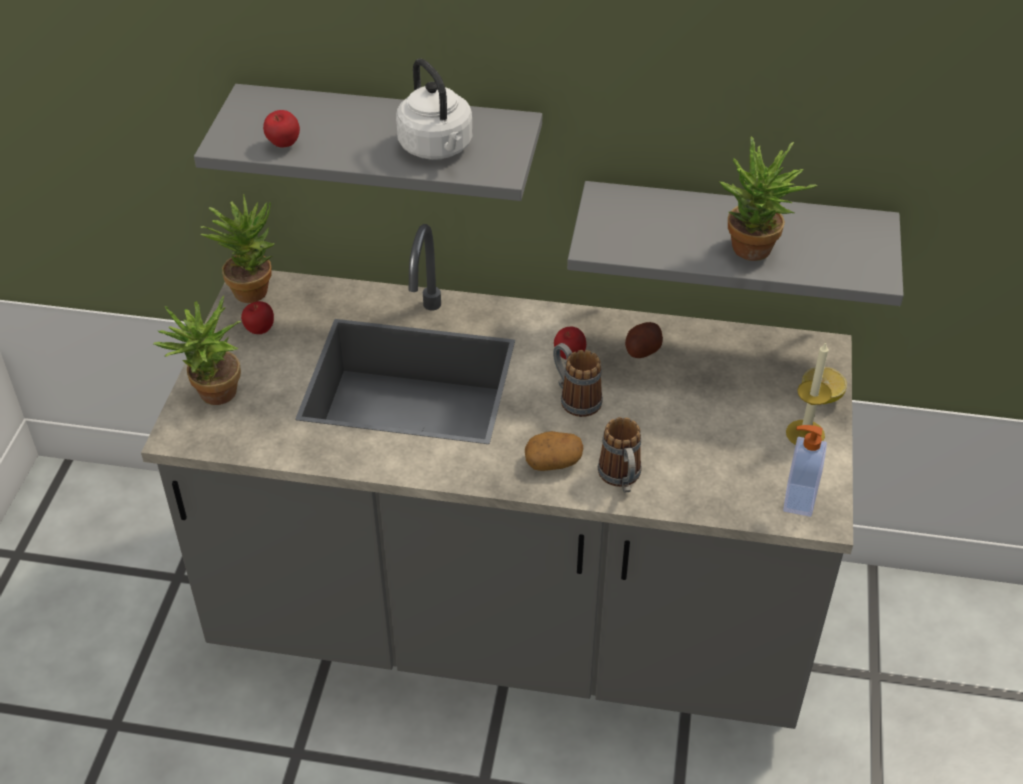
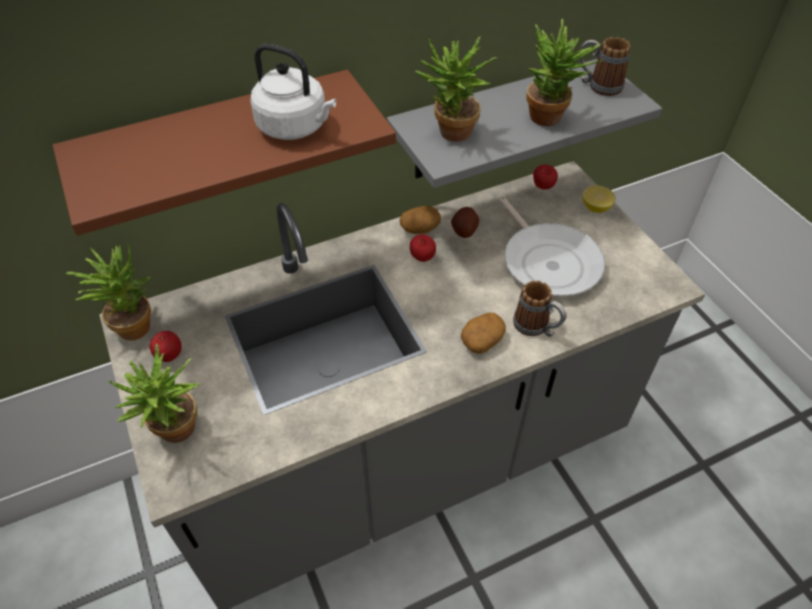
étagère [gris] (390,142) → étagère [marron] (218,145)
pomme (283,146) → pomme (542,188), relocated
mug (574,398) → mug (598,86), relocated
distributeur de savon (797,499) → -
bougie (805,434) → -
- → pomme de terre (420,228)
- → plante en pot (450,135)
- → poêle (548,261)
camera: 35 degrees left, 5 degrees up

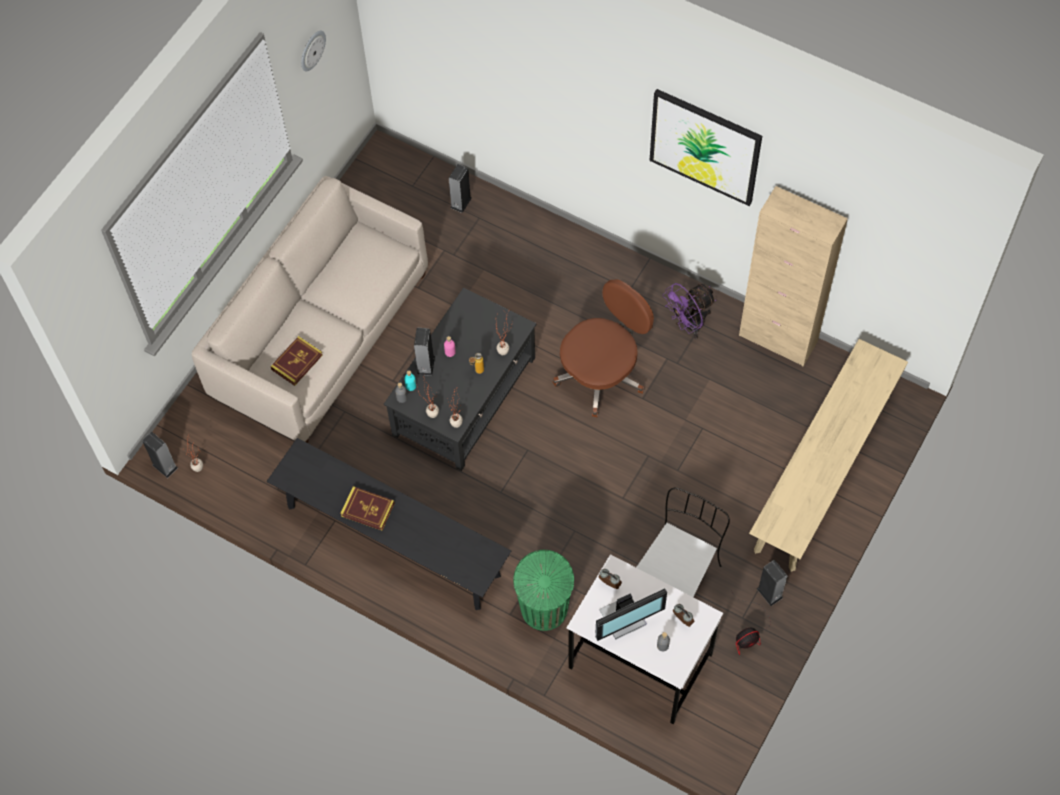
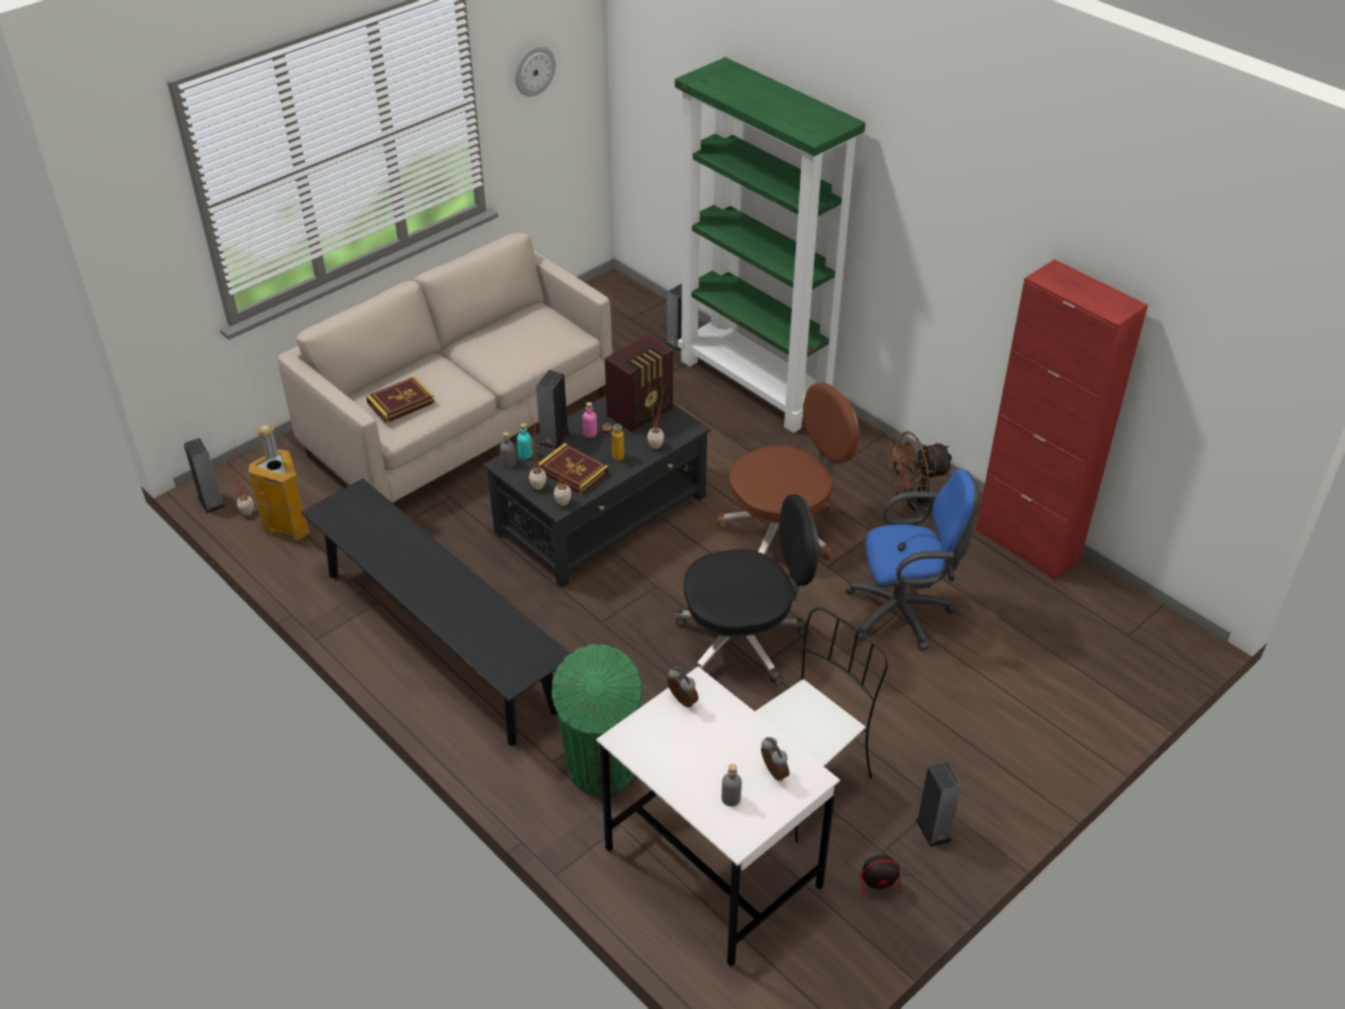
livre (367,510) → livre (573,472), relocated
écran d'ordinateur (624,618) → -
tableau (705,146) → -
ventilateur [violet] (688,325) → ventilateur [marron] (912,506)
meuble de rangement [beige] (778,339) → meuble de rangement [rouge] (1027,544)
banc [beige] (822,472) → -
- → poubelle (289,527)
- → radio (641,412)
- → bibliothèque [vert] (756,385)
- → chaise de bureau [noir] (743,641)
- → chaise de bureau [bleu] (904,613)
camera: 15 degrees right, 20 degrees down

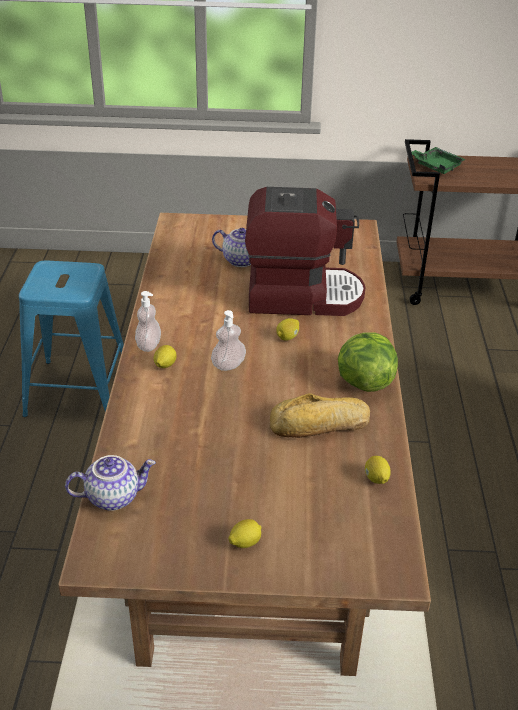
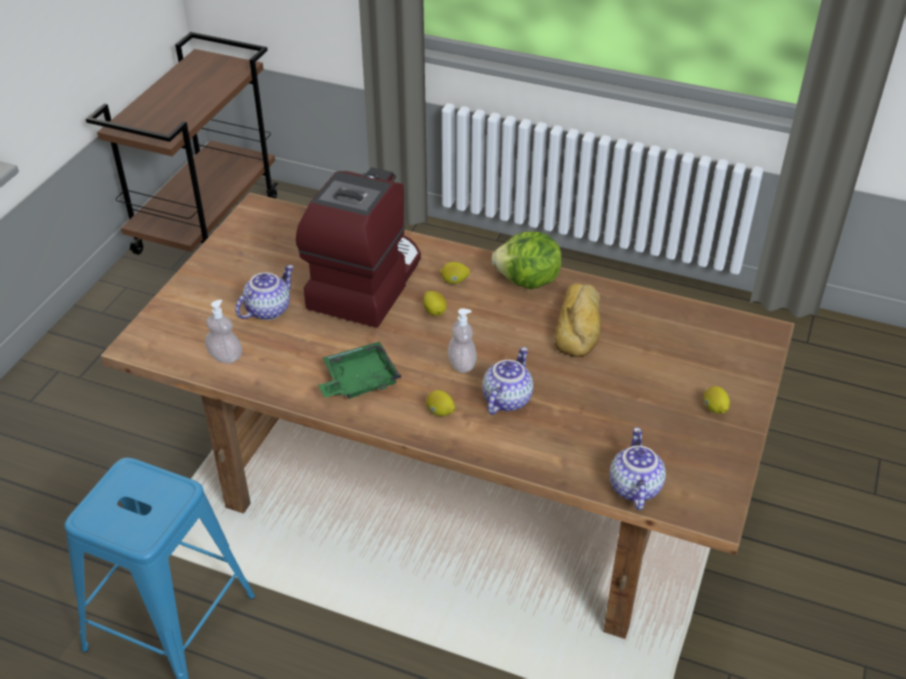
distributeur de savon (148,345) → distributeur de savon (225,357), relocated
citron (376,479) → citron (454,281), relocated
plateau [vert] (436,166) → plateau [vert] (359,380), relocated
- → théière (506,399)
camera: 70 degrees left, 5 degrees up

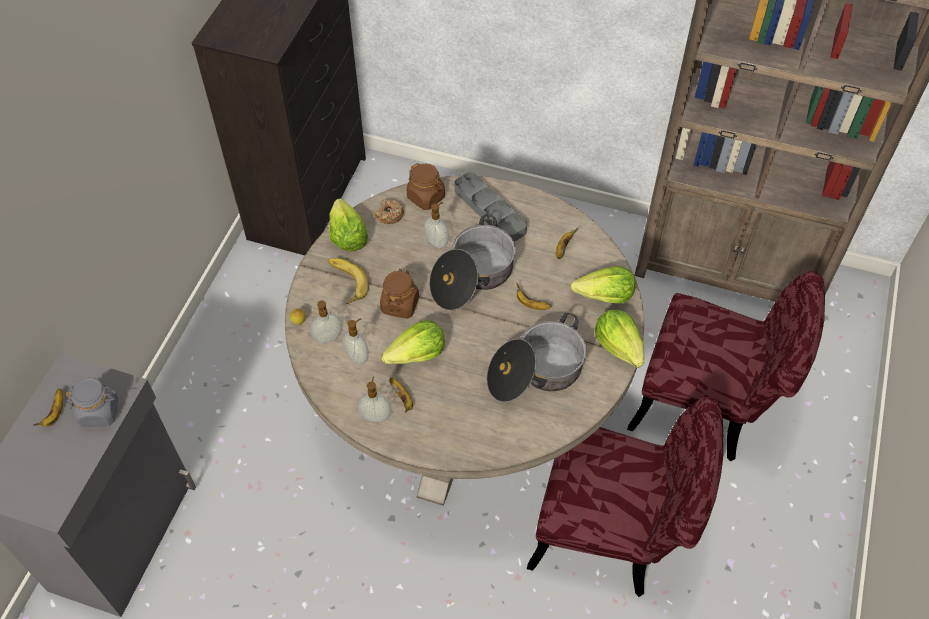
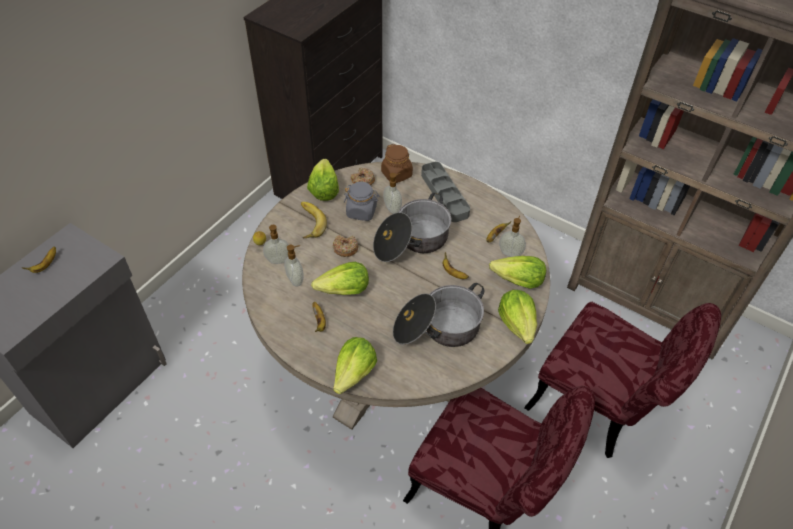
bocal [gris] (100,412) → bocal [gris] (361,211), relocated
distributeur de savon (375,416) → distributeur de savon (510,253), relocated
bocal [marron] (400,304) → beignet (345,248)
- → laitue (354,373)
camera: 15 degrees right, 5 degrees down

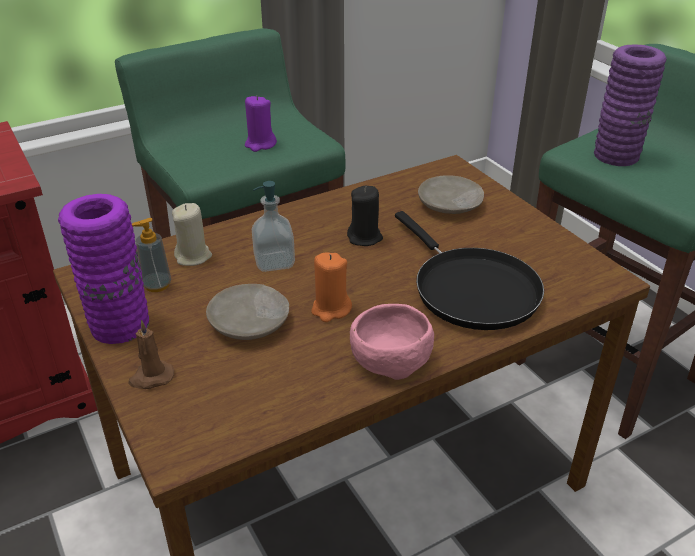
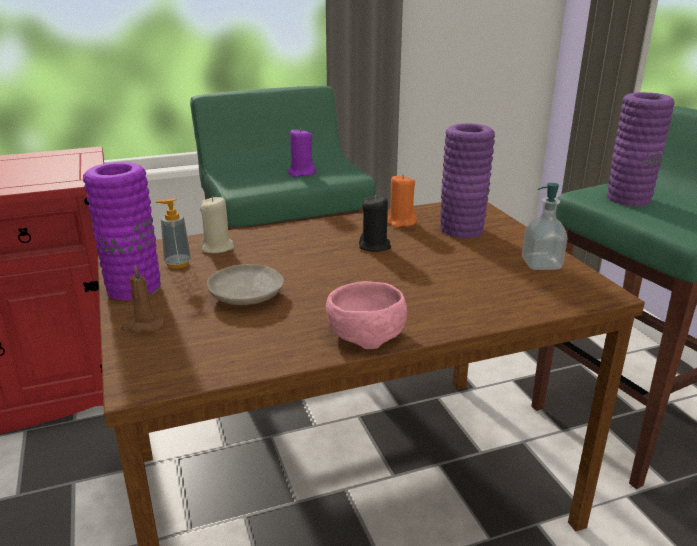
distributeur de savon (274,262) → distributeur de savon (541,264), relocated
bougie [orange] (331,309) → bougie [orange] (400,222), relocated
poêle [noir] (471,289) → -
assiette [beige] (450,205) → vase [violet] (461,229)
camera: 10 degrees right, 10 degrees down

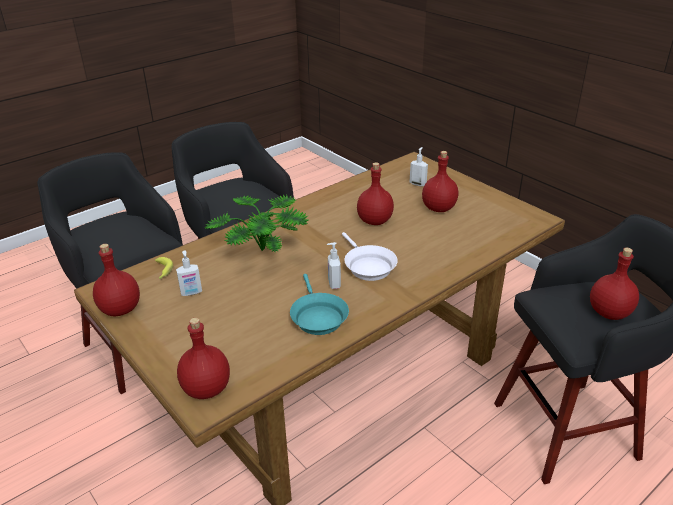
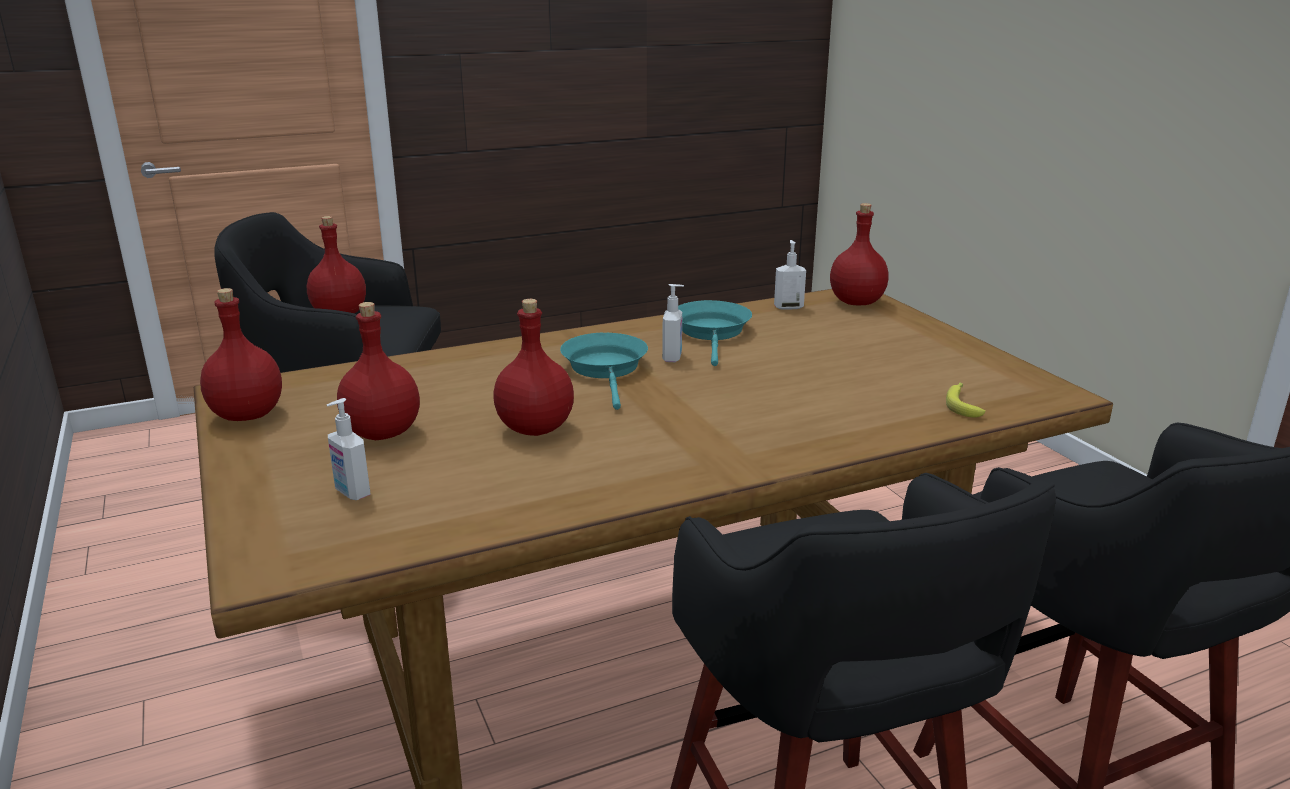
bouteille [rouge] (120,309) → bouteille [rouge] (247,415), relocated
distributeur de savon (191,293) → distributeur de savon (788,307), relocated
plante en pot (261,253) → -
poêle [blanc] (367,266) → poêle [turquoise] (606,369)
camera: 165 degrees left, 10 degrees down

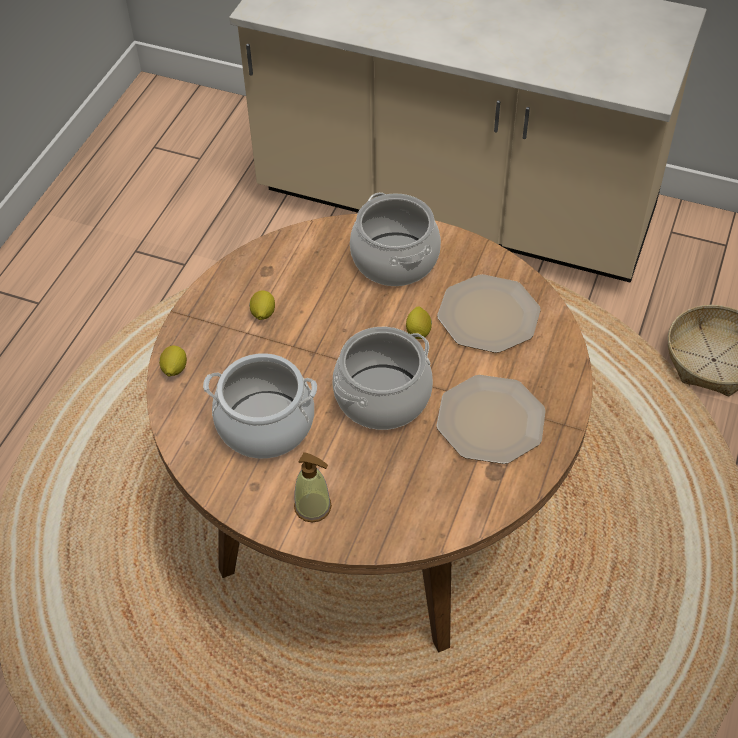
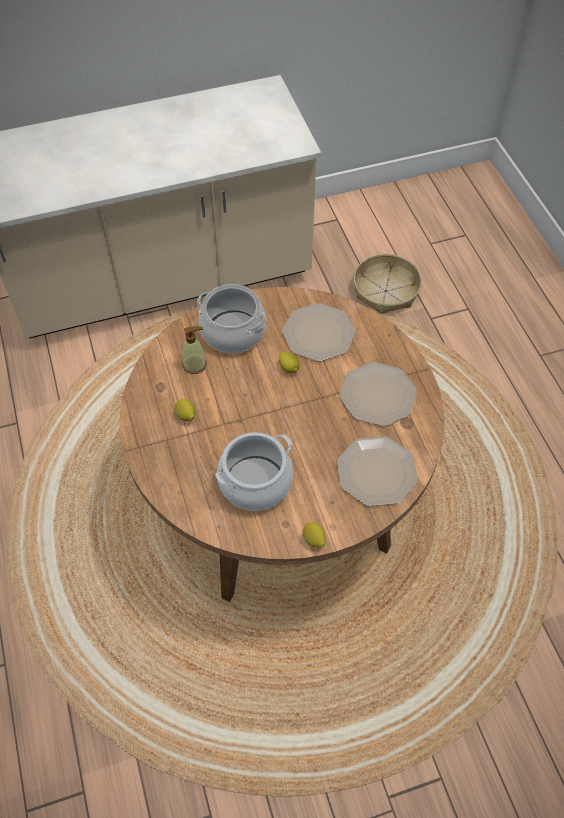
citron (174,369) → citron (313,540), relocated
distributeur de savon (313,507) → distributeur de savon (194,364), relocated
marmite (382,396) → -
- → assiette (377,472)
camera: 40 degrees left, 5 degrees up

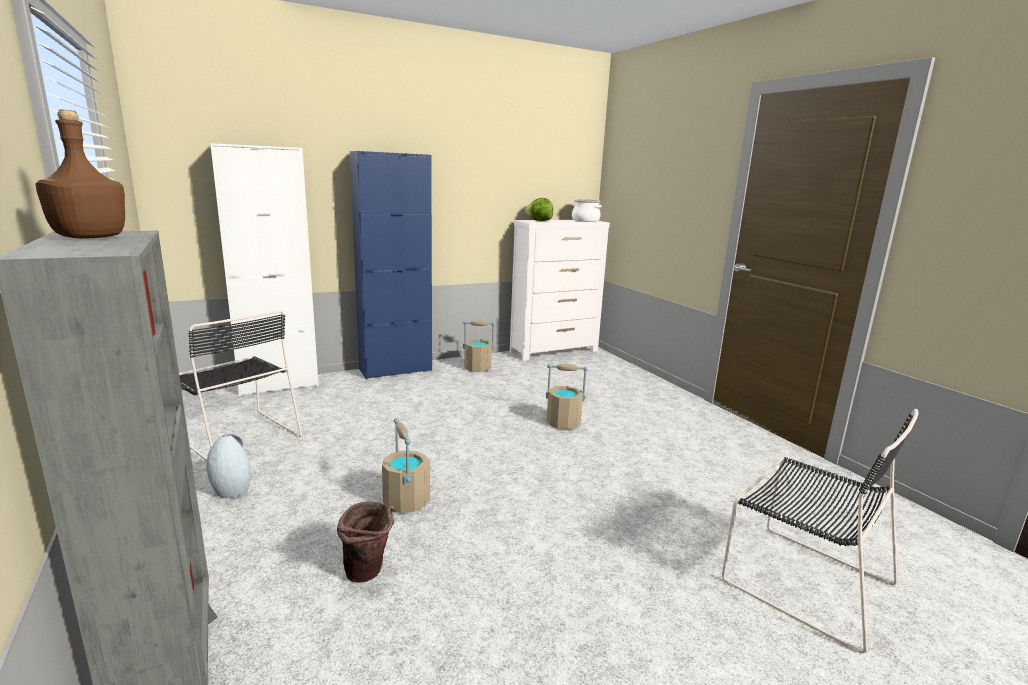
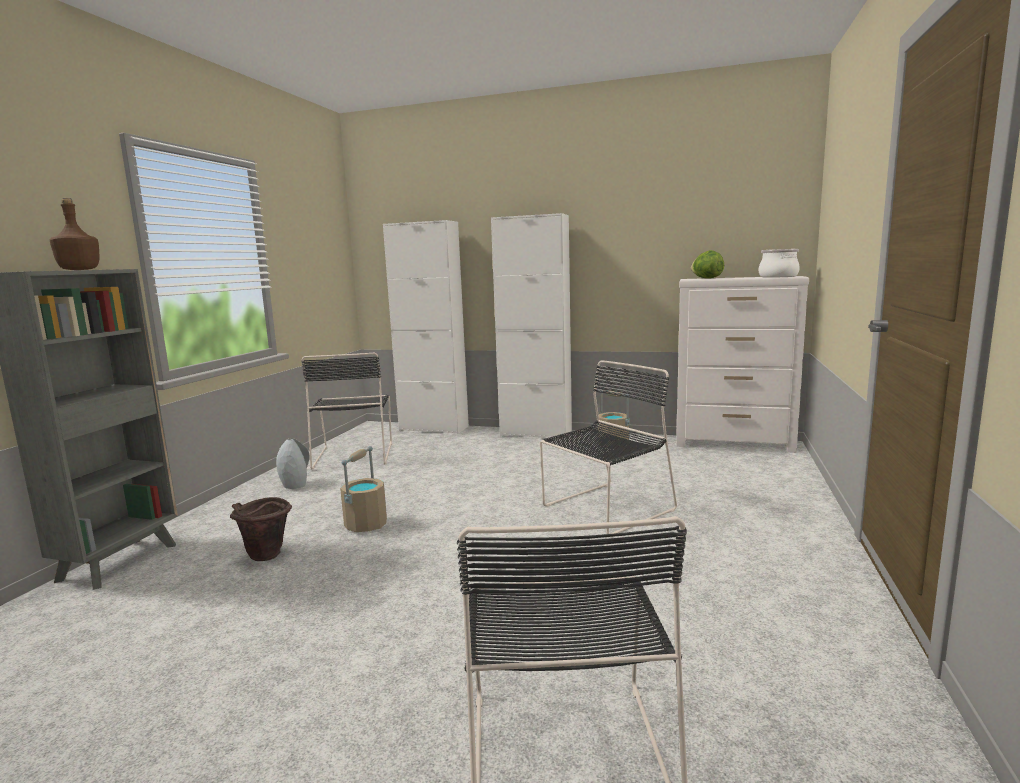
meuble de rangement [bleu] (395,370) → meuble de rangement [blanc] (536,433)
seau [beige] (563,423) → chaise [noir] (605,509)
camera: 45 degrees right, 5 degrees down

